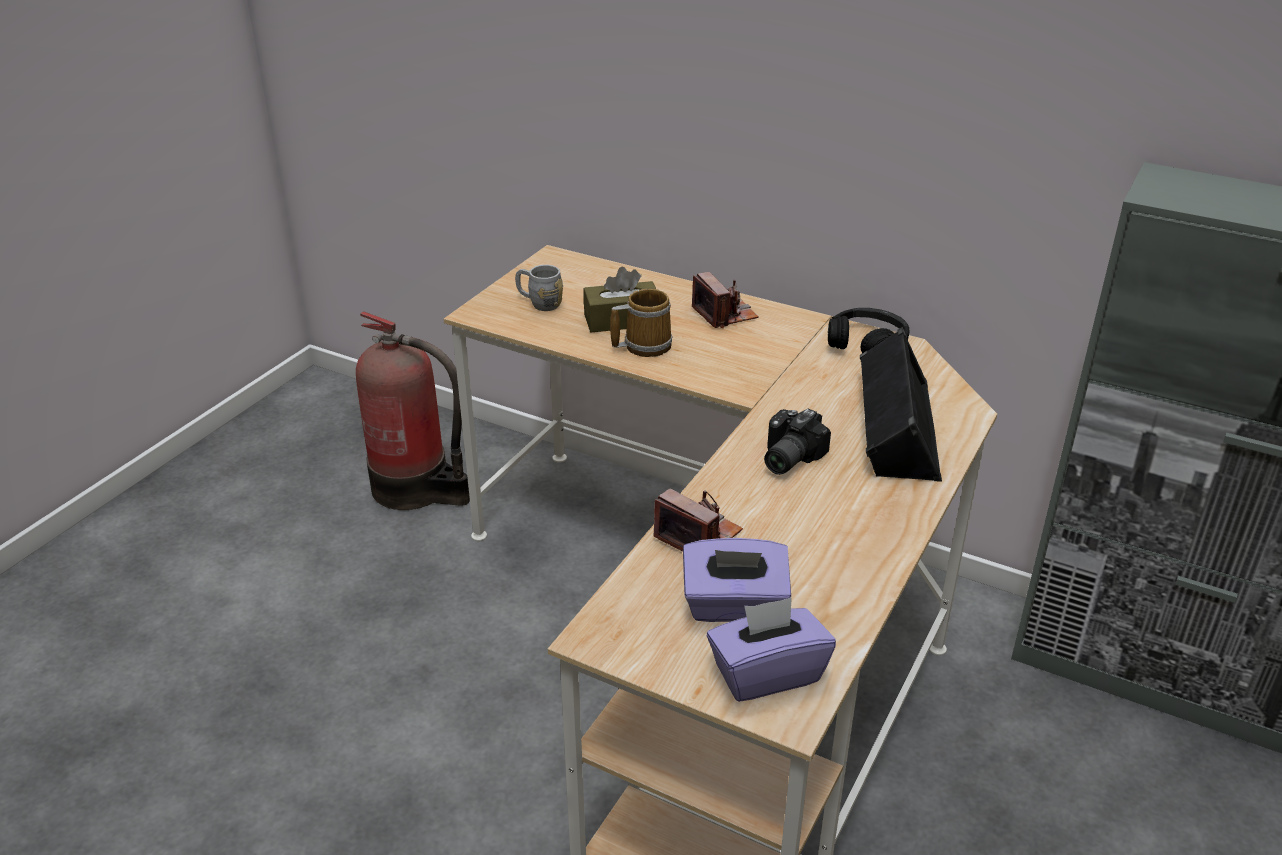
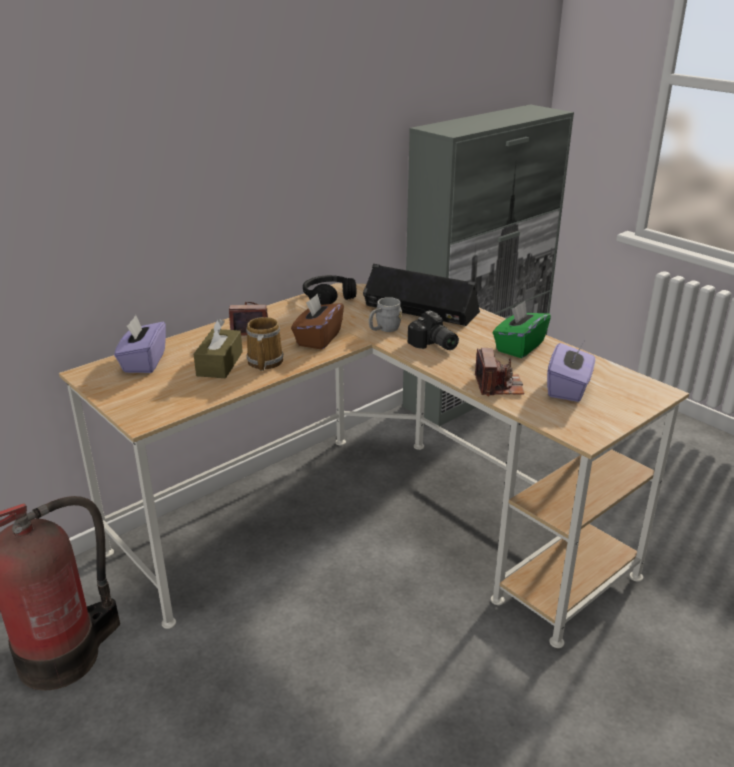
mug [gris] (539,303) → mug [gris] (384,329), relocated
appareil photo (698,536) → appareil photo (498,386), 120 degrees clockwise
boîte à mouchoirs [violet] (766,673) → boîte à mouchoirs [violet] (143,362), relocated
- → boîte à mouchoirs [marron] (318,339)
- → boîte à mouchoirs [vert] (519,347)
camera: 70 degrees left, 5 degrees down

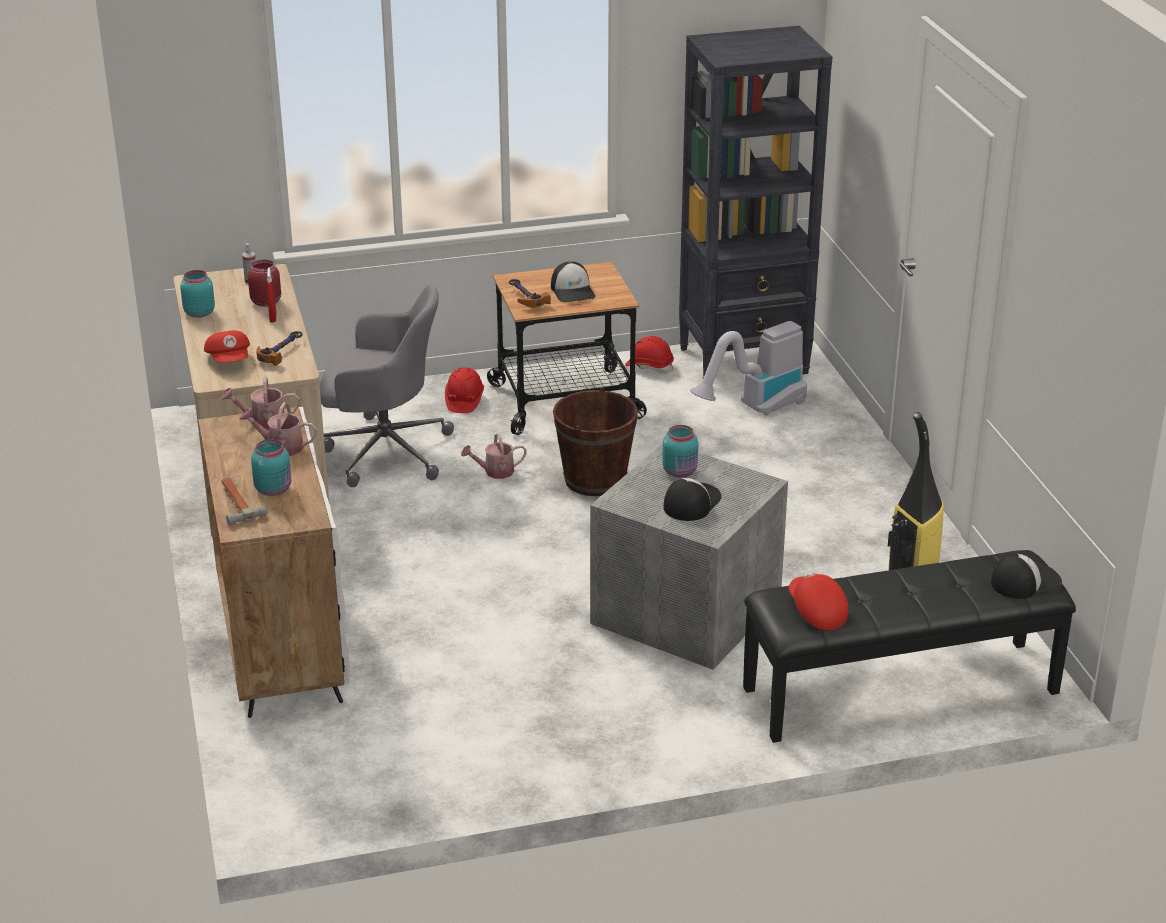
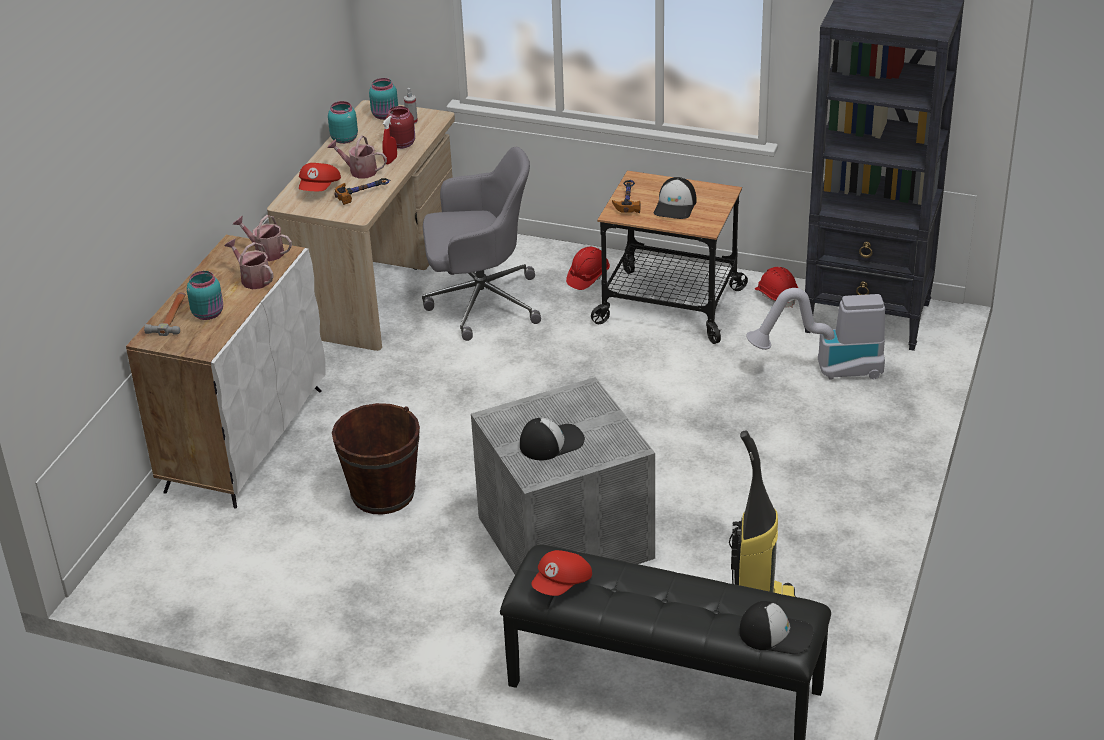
chaise de bureau [gris] (384,451) → chaise de bureau [gris] (480,302), 45 degrees counterclockwise
arrosoir (495,472) → arrosoir (359,171), relocated
seau [marron] (595,480) → seau [marron] (383,494), relocated
bocal [turquoise] (680,471) → bocal [turquoise] (385,115), relocated
casquette [rouge] (816,612) → casquette [rouge] (562,584), 150 degrees counterclockwise
camera: 35 degrees right, 5 degrees up

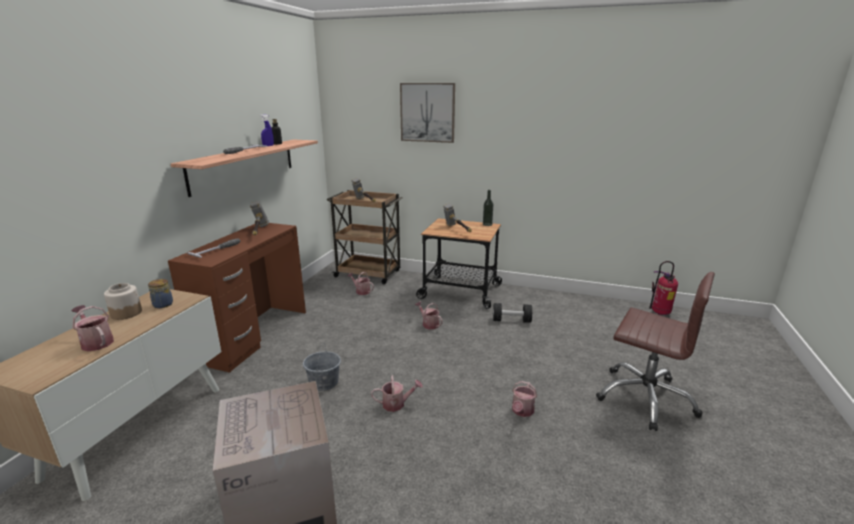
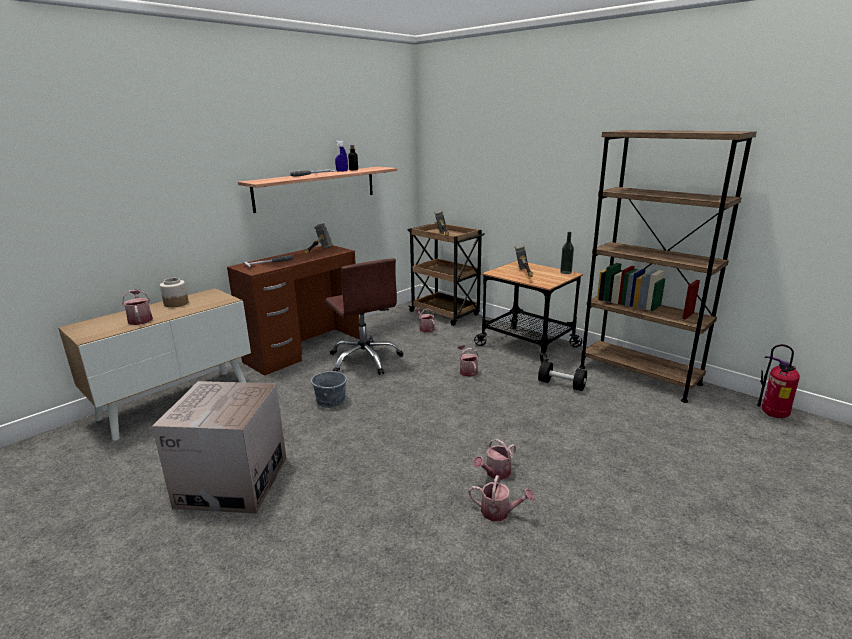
bocal (162,305) → -
arrosoir (397,404) → arrosoir (499,512), relocated
tableau (427,112) → -
chaise de bureau [marron] (645,398) → chaise de bureau [marron] (365,359), relocated
- → bibliothèque [marron] (638,375)
camera: 25 degrees right, 0 degrees up

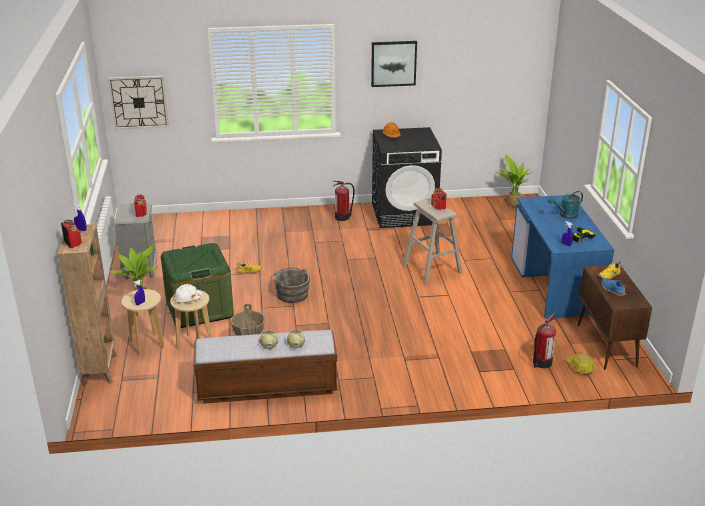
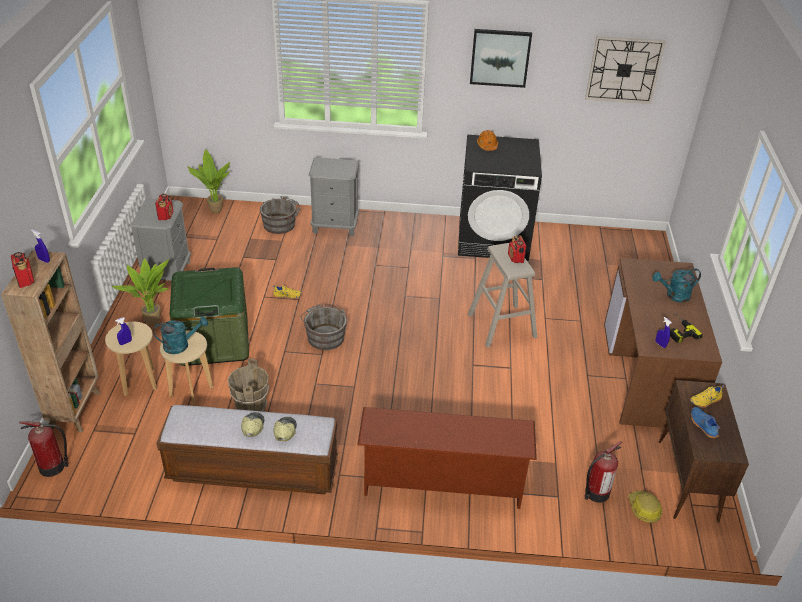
horloge murale (139,102) → horloge murale (624,70), relocated
casque de chantier [blanc] (187,299) → arrosoir [turquoise] (181,345)
extincteur (343,217) → extincteur (53,467), relocated
plante en pot (512,205) → plante en pot (214,211), relocated
bureau [bleu] (556,285) → bureau [marron] (648,375)
- → seau [gris] (281,225)
- → table de chevet [gris] (335,226)
- → étagère à chaussures [marron] (442,484)
camera: 10 degrees right, 10 degrees up

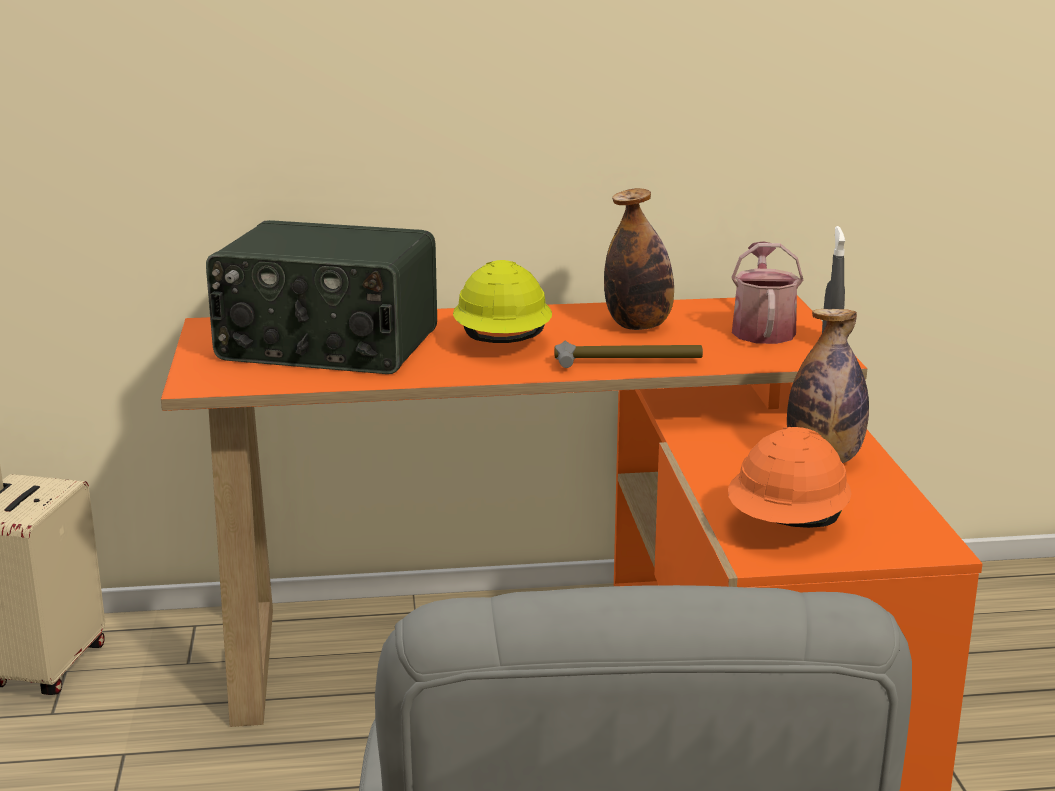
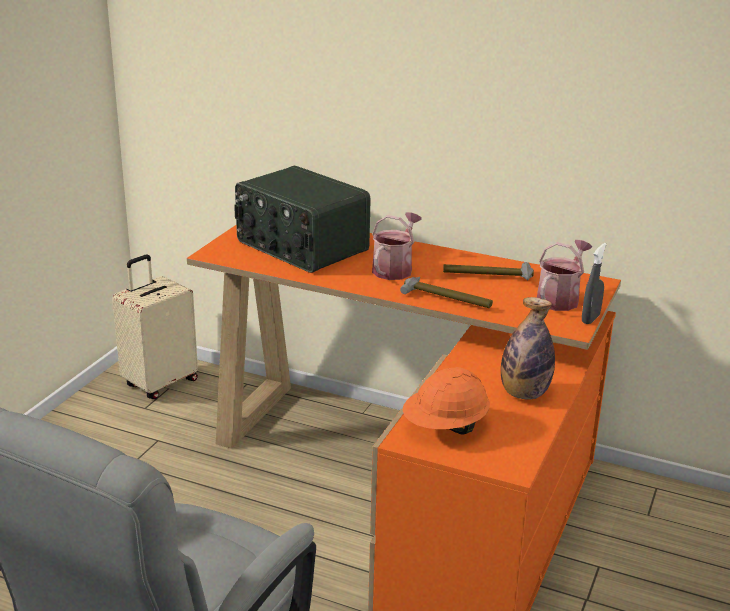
casque de chantier [jaune] (503,343) → arrosoir (394,269)
bouteille (638,326) → marteau (487,277)
camera: 30 degrees right, 5 degrees up

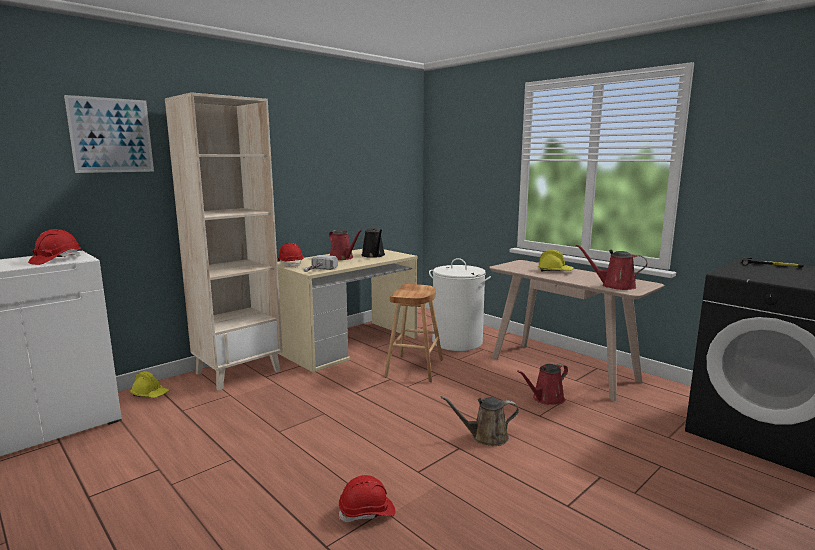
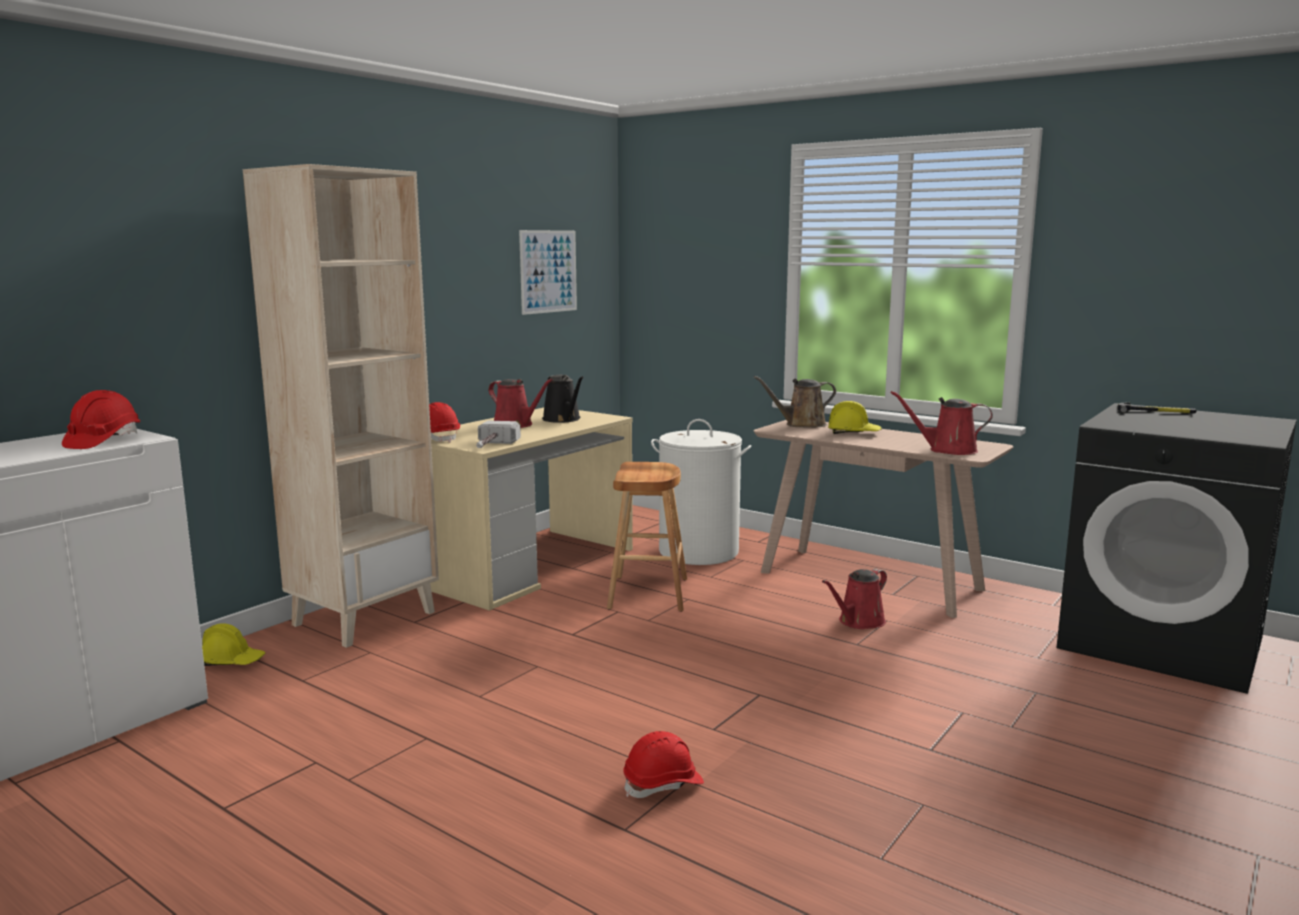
tableau (111,135) → tableau (548,271), relocated
arrosoir [marron] (486,437) → arrosoir [marron] (801,424), relocated
camera: 10 degrees left, 0 degrees up

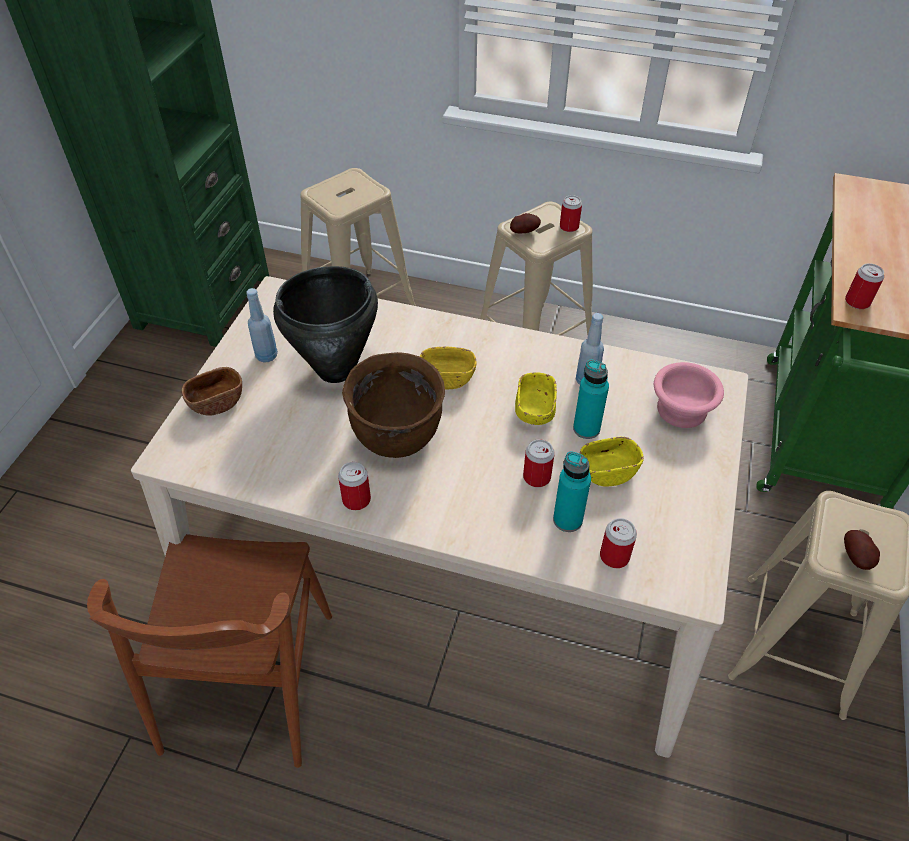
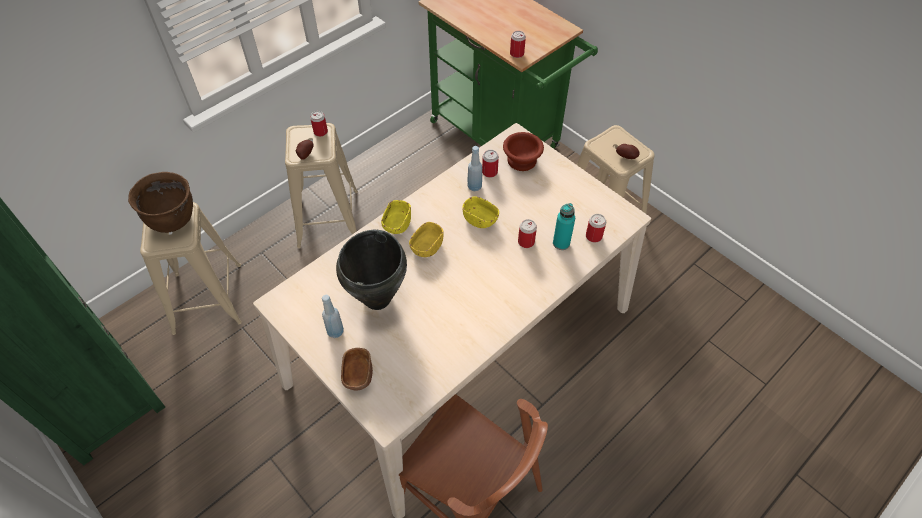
boîte métallique (356,499) → boîte métallique (489,172), relocated
marmite [marron] (398,436) → marmite [marron] (173,219), relocated
bouteille [turquoise] (586,429) → -
bol [jaune] (607,472) → bol [jaune] (397,224), relocated
bol [rose] (683,409) → bol [marron] (522,159)
camera: 60 degrees left, 5 degrees up

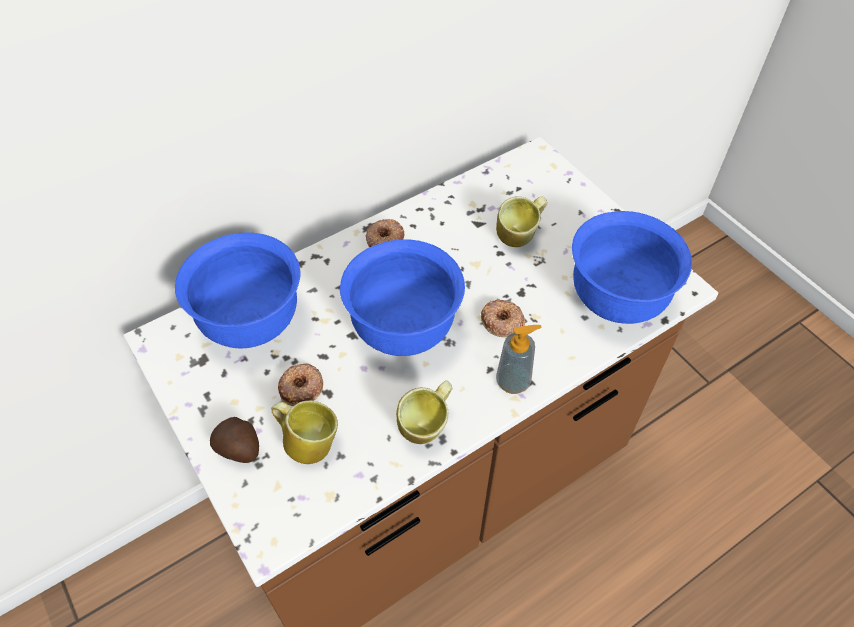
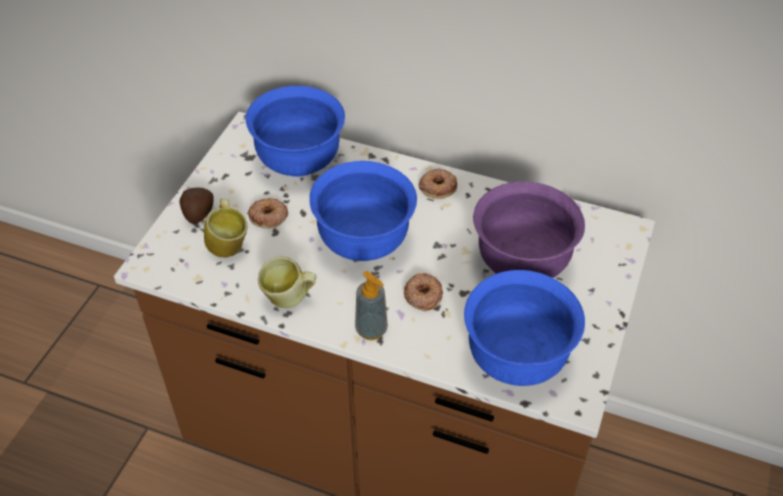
mug (520,237) → bol [violet] (521,263)
camera: 55 degrees right, 5 degrees down

